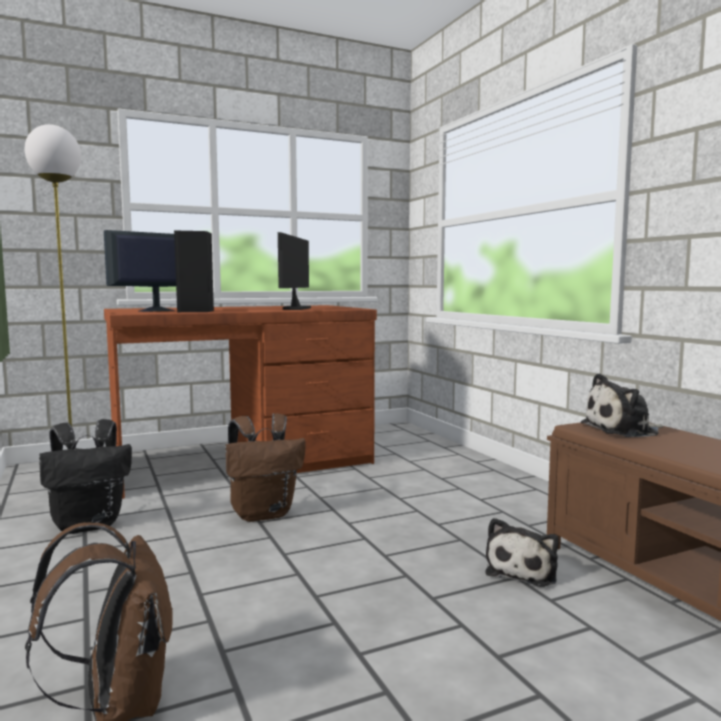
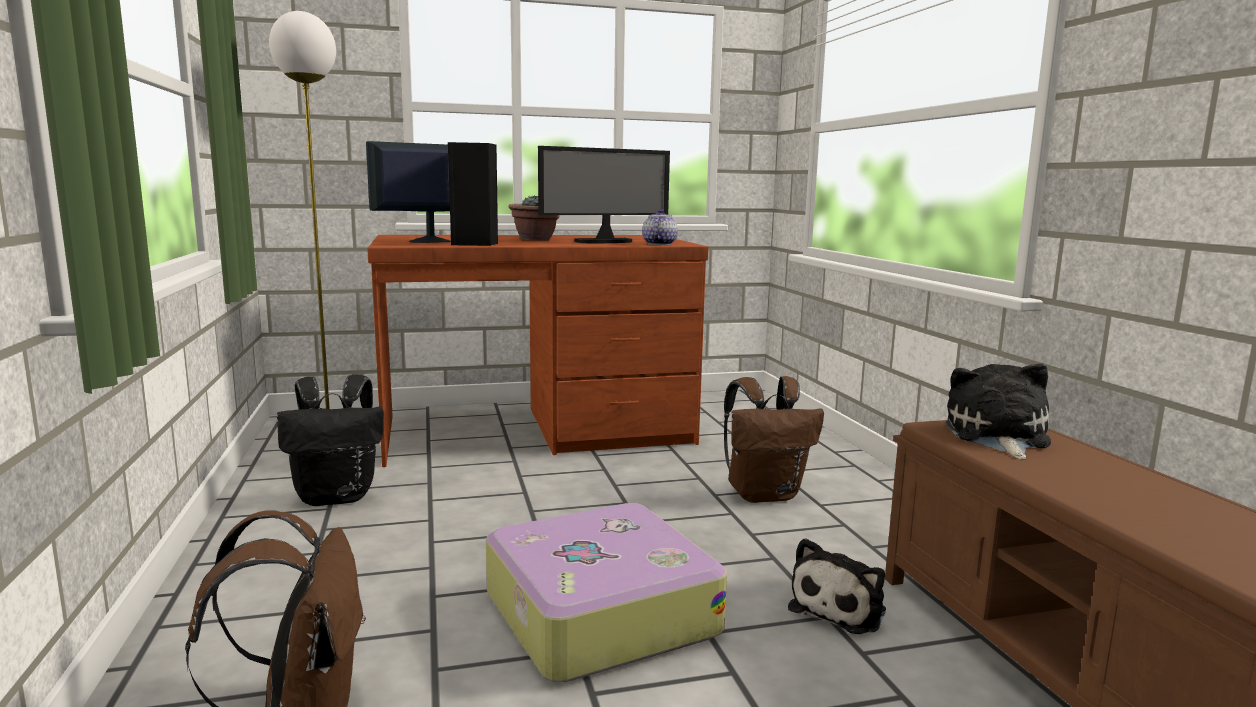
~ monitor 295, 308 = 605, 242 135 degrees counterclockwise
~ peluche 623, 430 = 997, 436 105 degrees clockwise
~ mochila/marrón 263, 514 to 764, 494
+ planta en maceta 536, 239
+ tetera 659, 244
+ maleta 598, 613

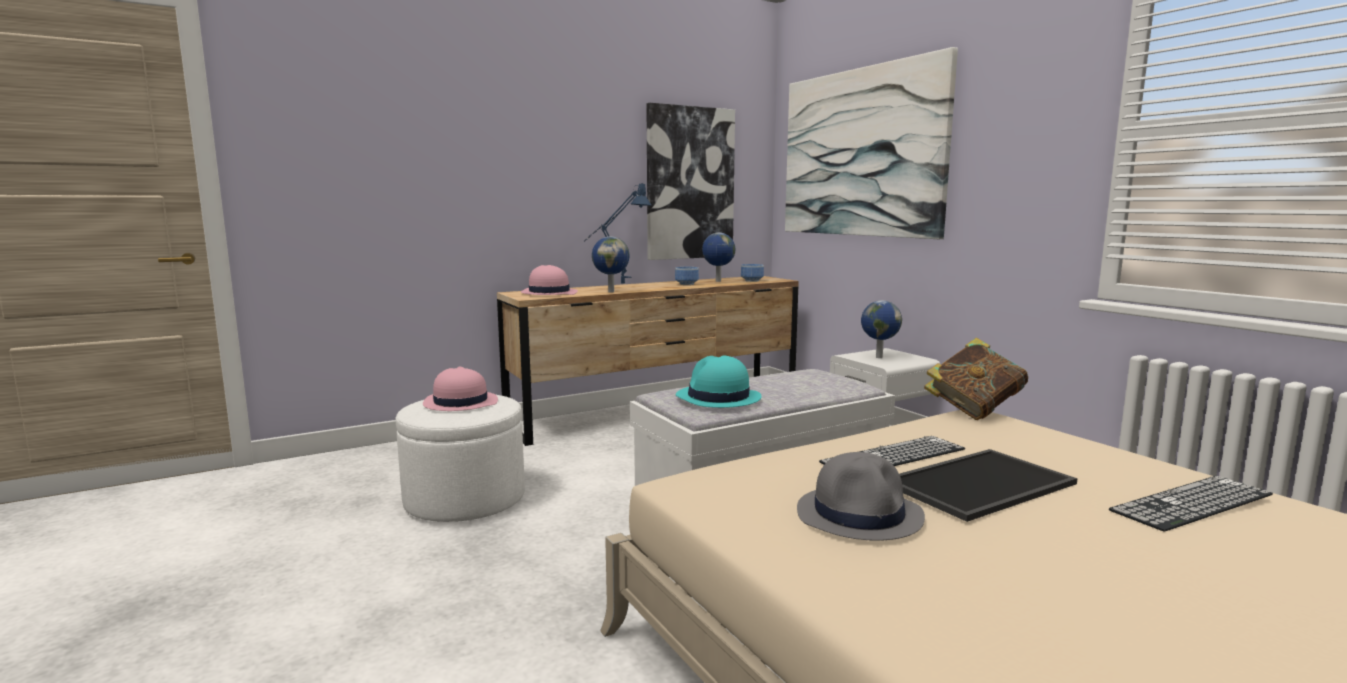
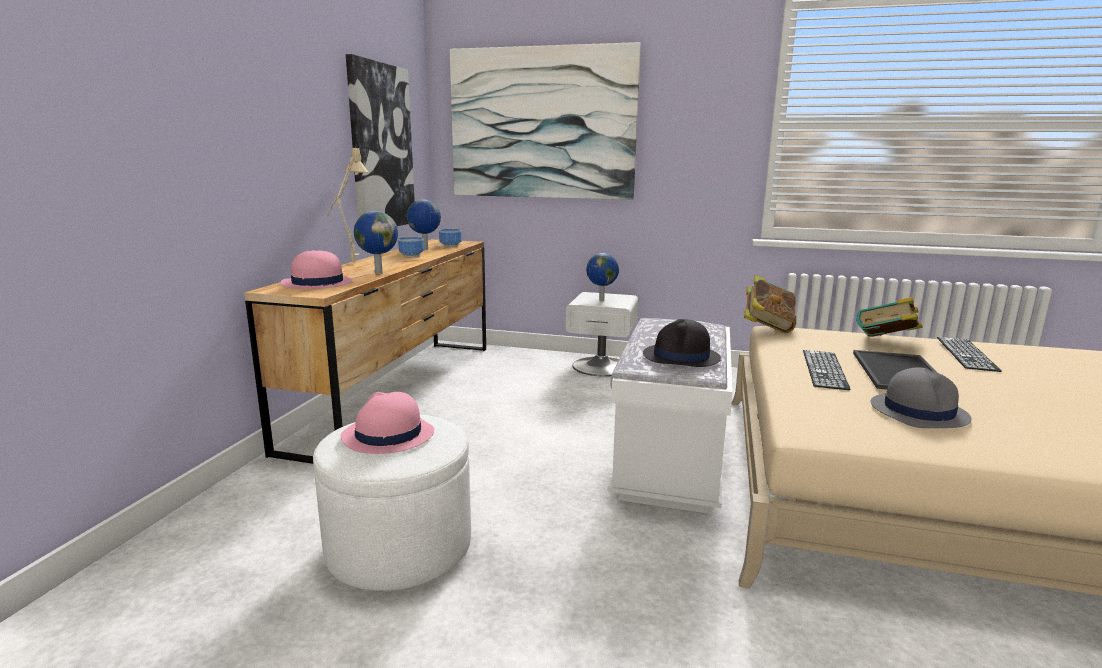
~ lámpara de mesa/azul 618, 285 to lámpara de mesa/beis 351, 265
~ sombrero/turquesa 717, 398 to sombrero/negro 681, 357
+ libro 886, 343

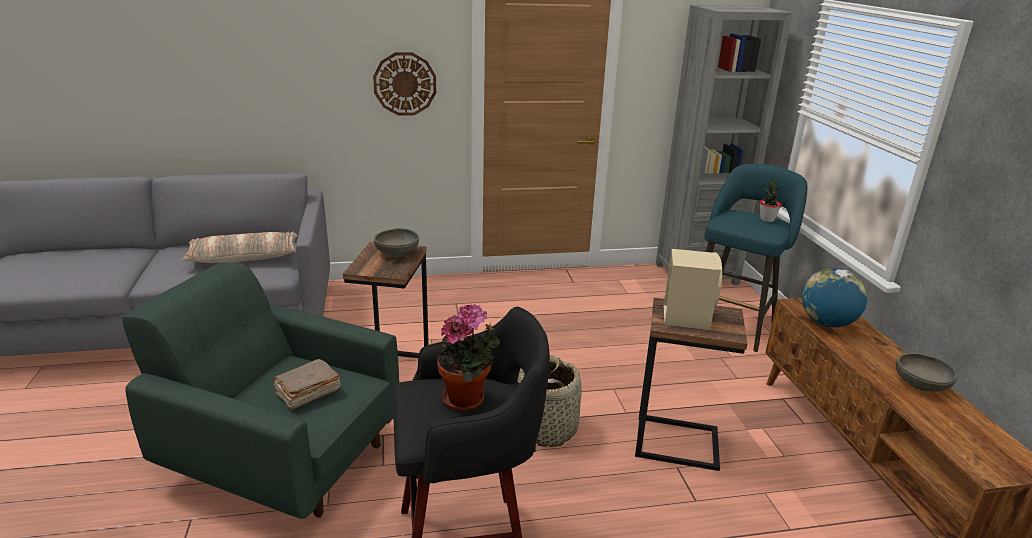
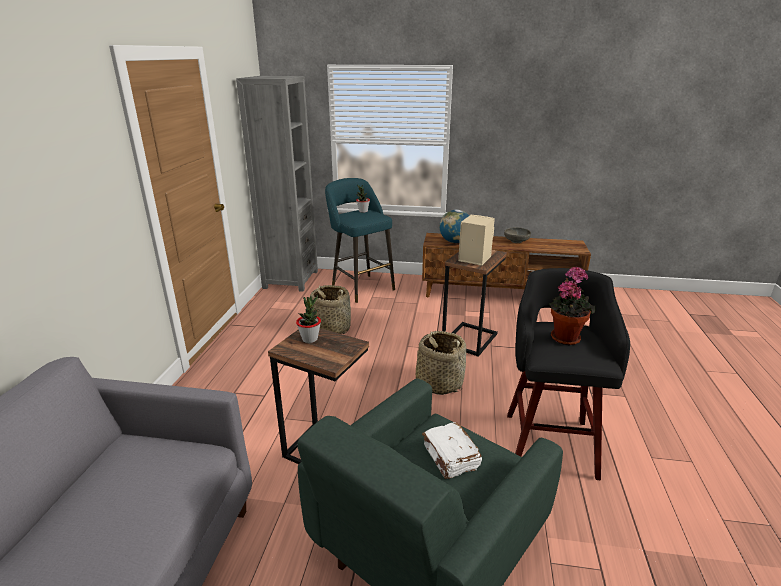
- reloj de pared 405, 84
~ cuenco/gris 397, 253 to planta en maceta 310, 339
- cojín 244, 257
~ libro/marrón 307, 393 to libro/blanco 450, 458
+ cesta 330, 328

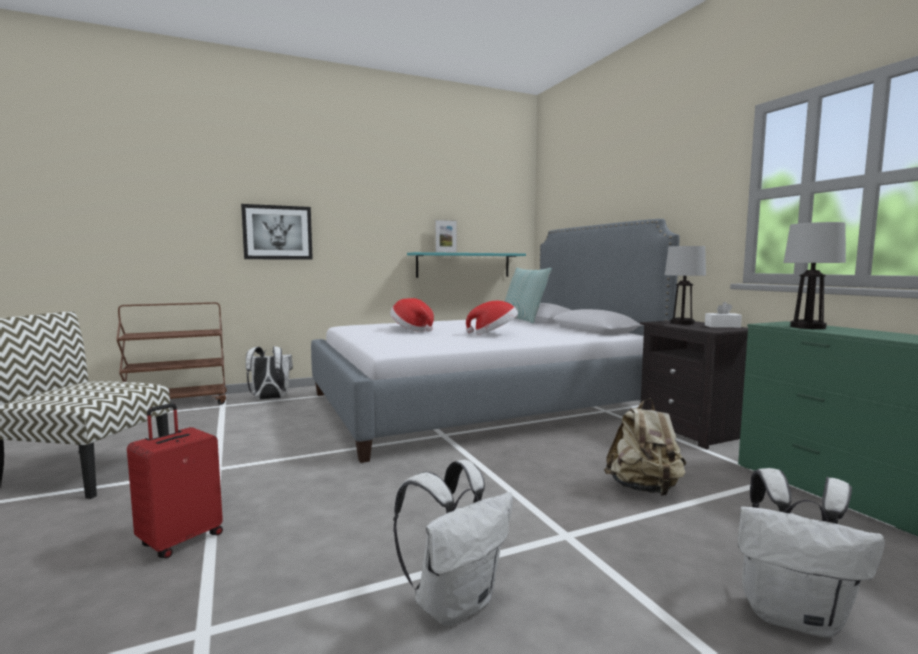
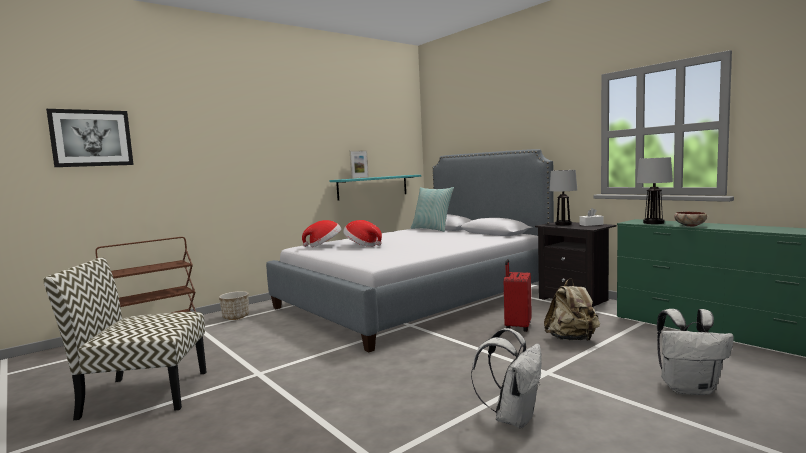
~ cuadro 277, 232 to 91, 138
~ sombrero 494, 334 to 324, 245
~ mochila/blanco 270, 399 to maceta 235, 317
~ maleta/rojo 180, 540 to 517, 327
+ cuenco 689, 226

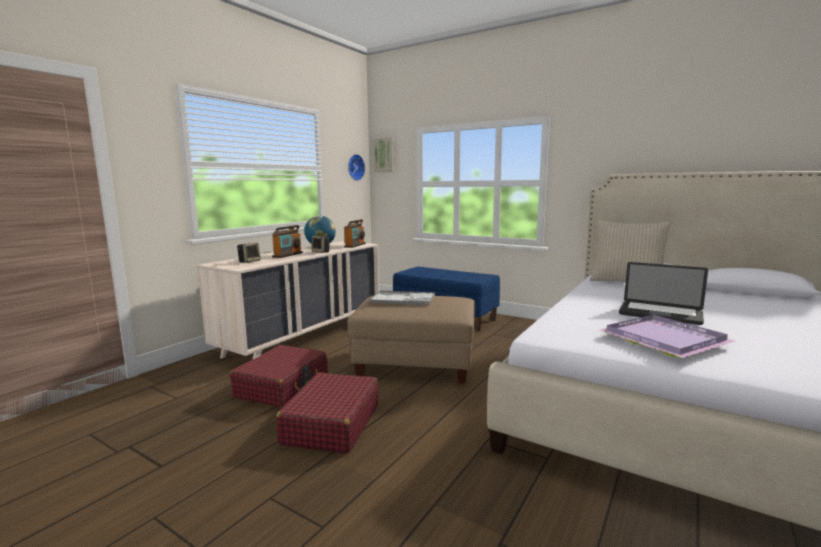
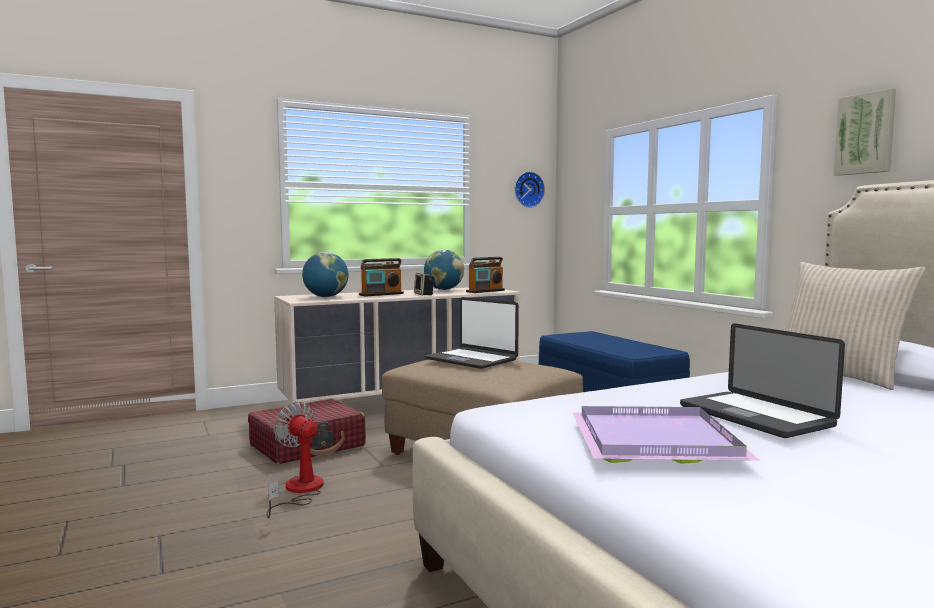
~ cuadro 384, 155 to 865, 134
~ altavoz 249, 261 to globo terráqueo 326, 297
~ bandeja 403, 299 to portátil 472, 359
~ maleta/rojo 331, 424 to ventilador 299, 491

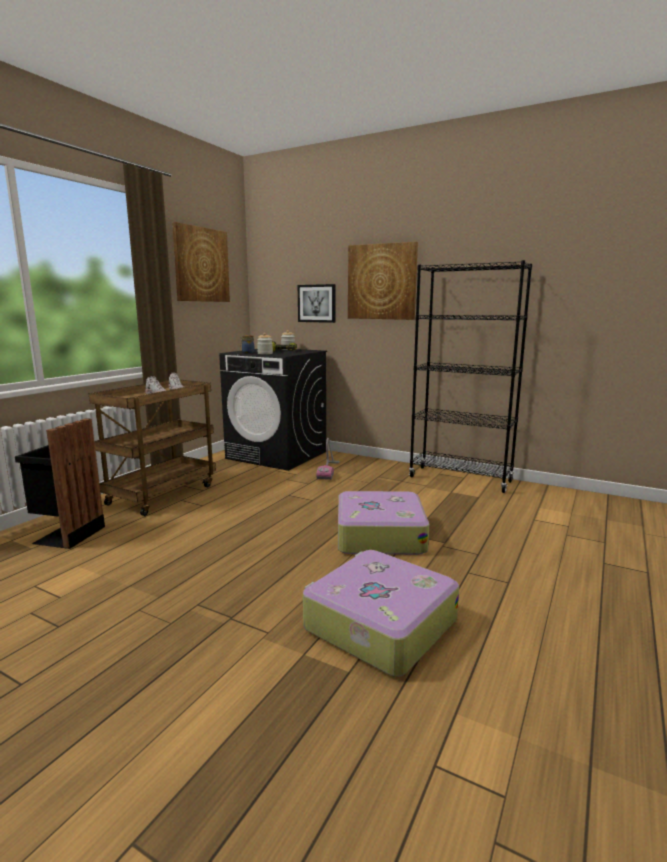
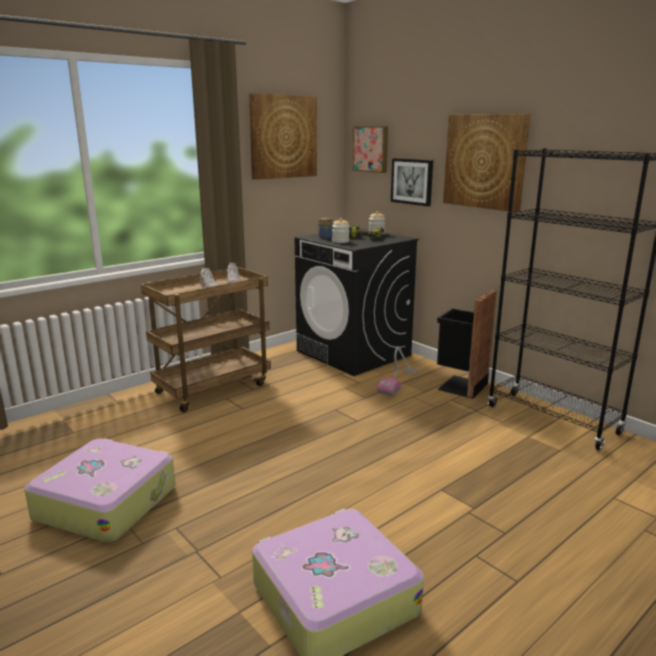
~ papelera/negro 66, 534 to 460, 386
~ maleta 379, 535 to 106, 502
+ cuadro 371, 149

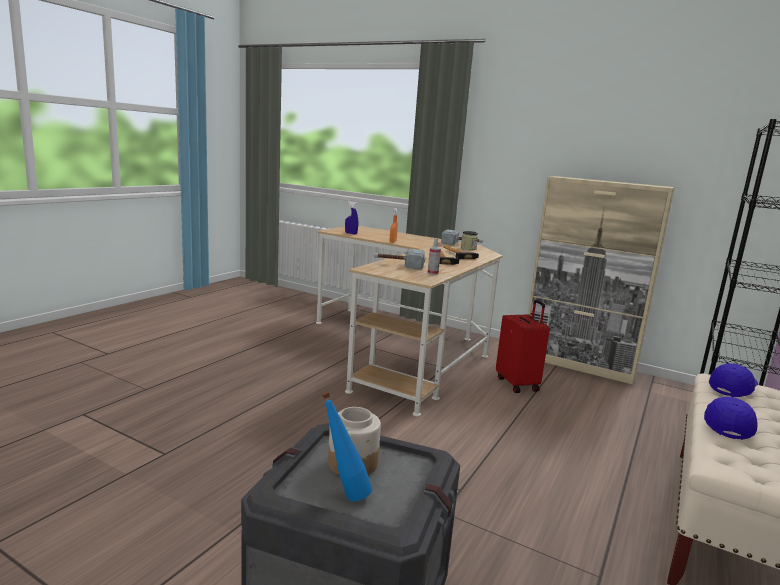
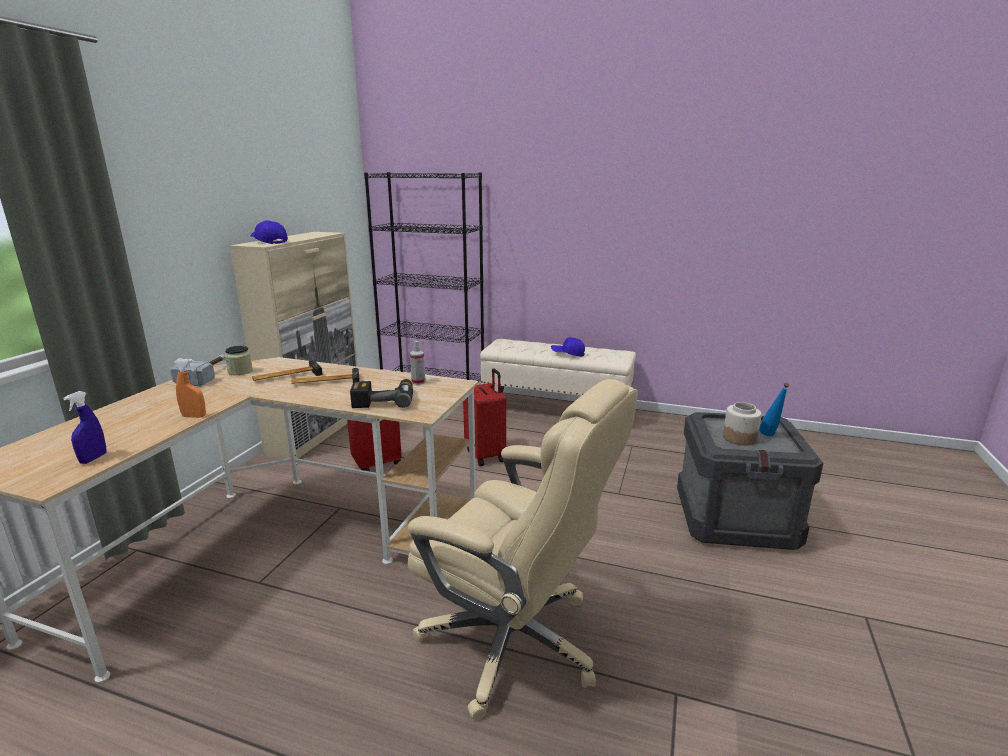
~ martillo 398, 265 to taladro 384, 400
~ gorra/azul 732, 388 to 269, 242
+ maleta/rojo 486, 455
+ silla de oficina/beis 515, 641

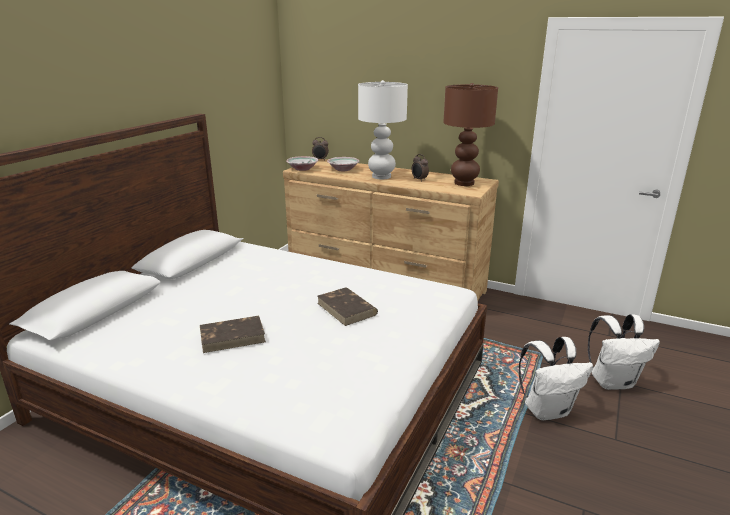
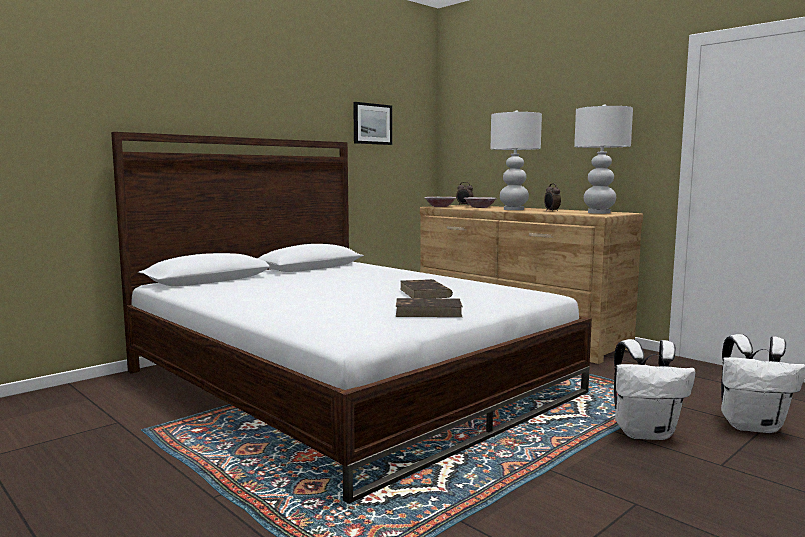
~ lámpara de mesa/marrón 464, 183 to lámpara de mesa/blanco 599, 213
~ libro/marrón 233, 336 to 429, 311
+ cuadro 372, 124

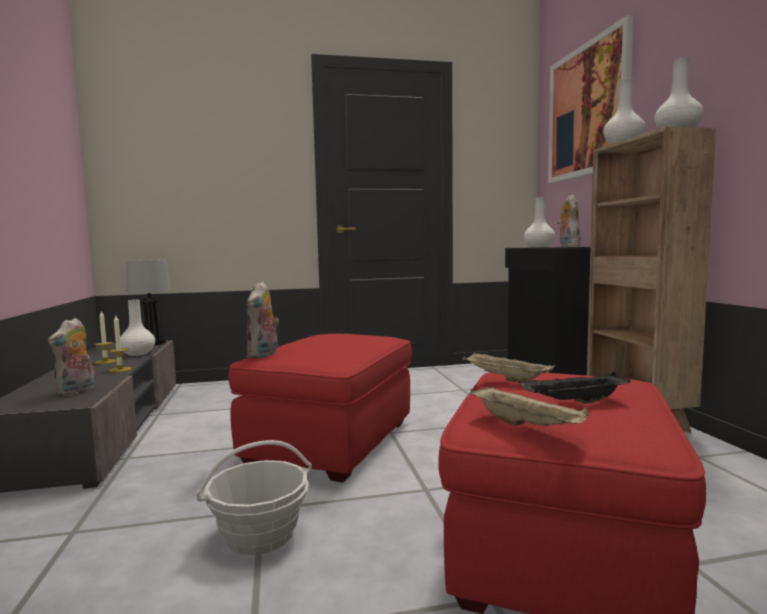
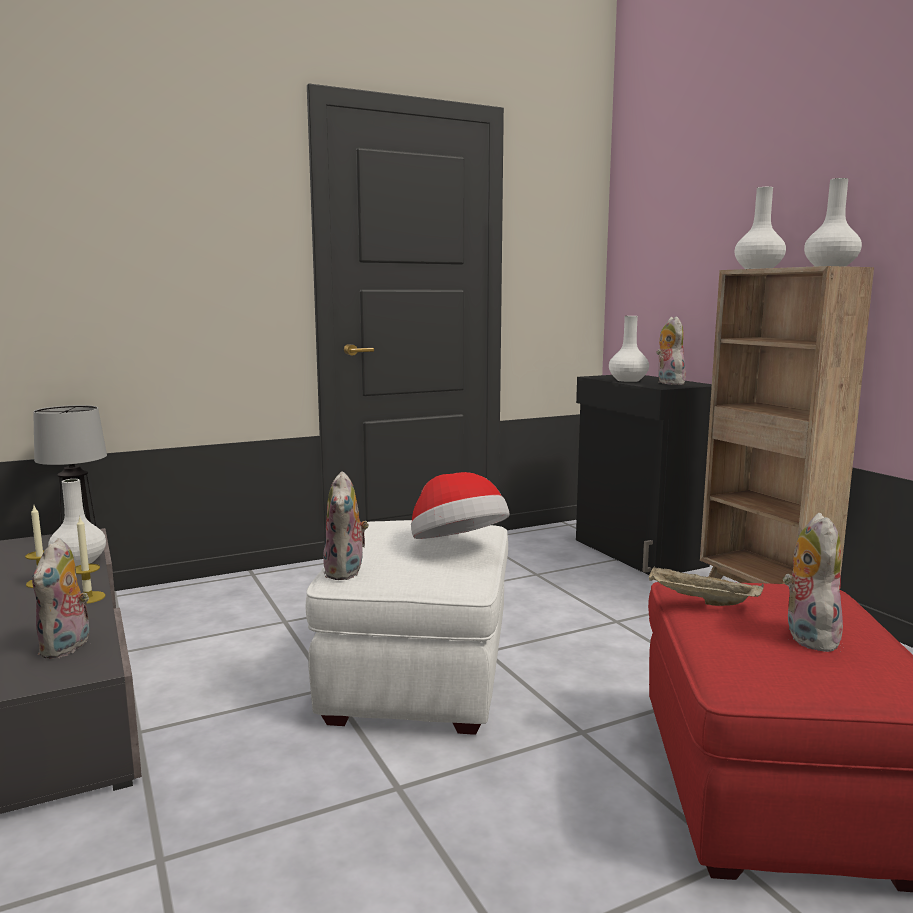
- cuadro 587, 110
~ puf/rojo 332, 442 to puf/blanco 419, 674
~ bandeja/negro 574, 403 to peluche 806, 636
- bandeja/beis 527, 425
- cesta 260, 535
+ sombrero 457, 547

